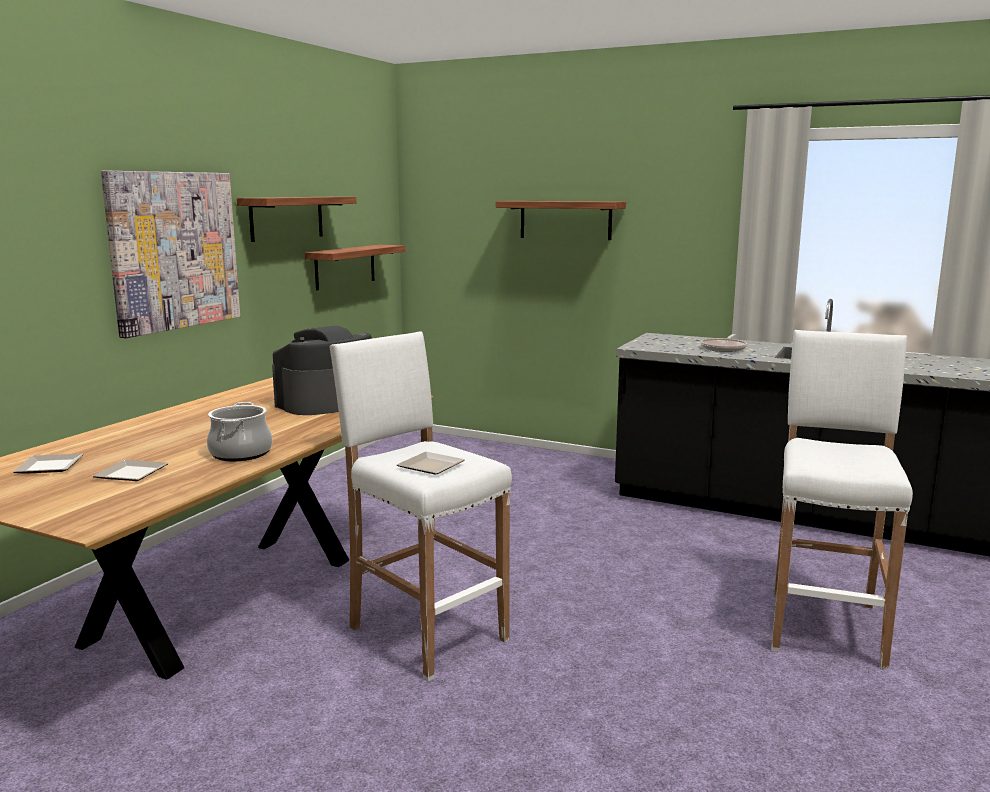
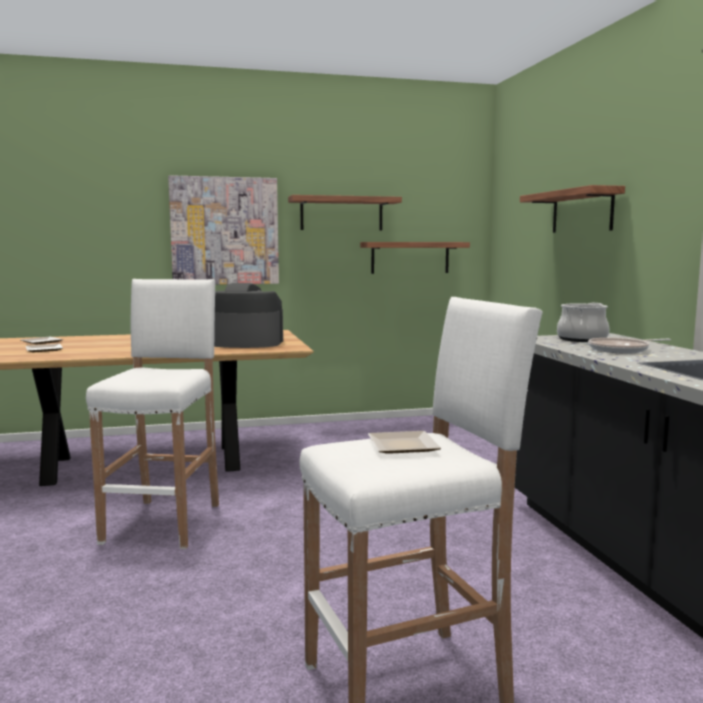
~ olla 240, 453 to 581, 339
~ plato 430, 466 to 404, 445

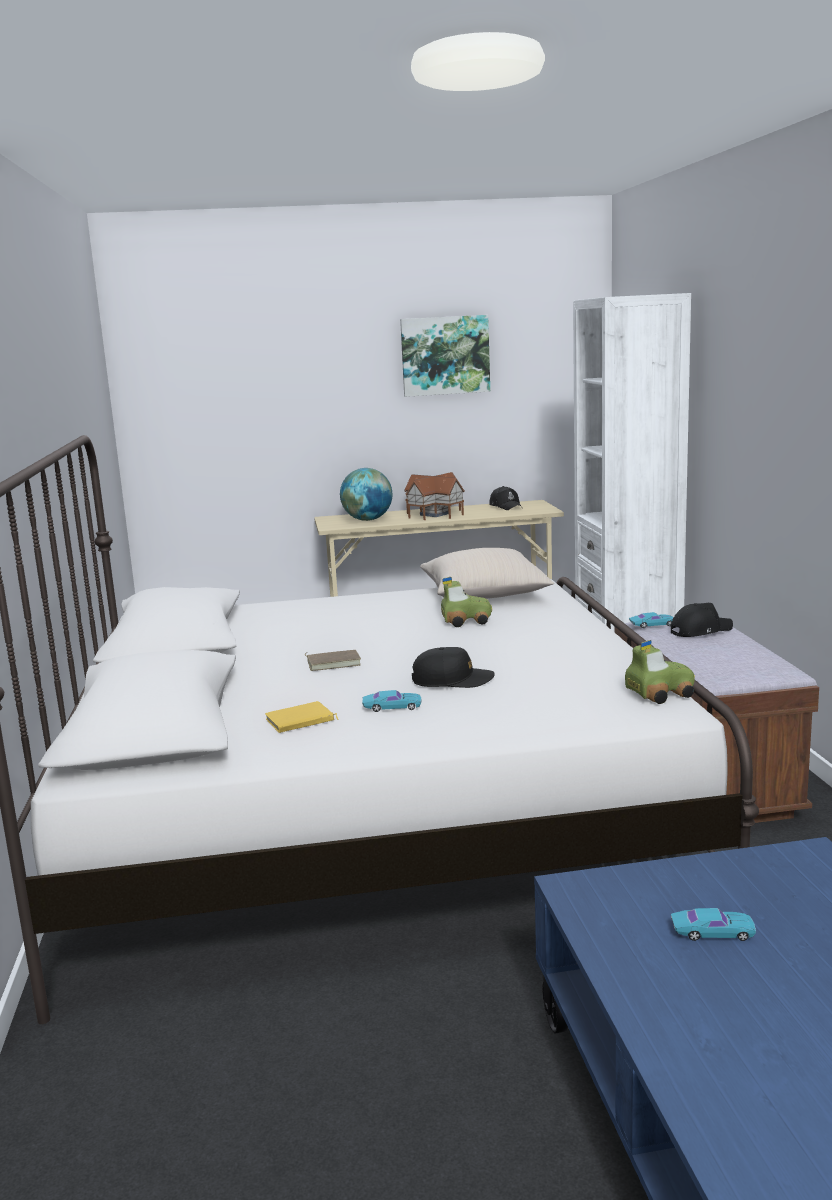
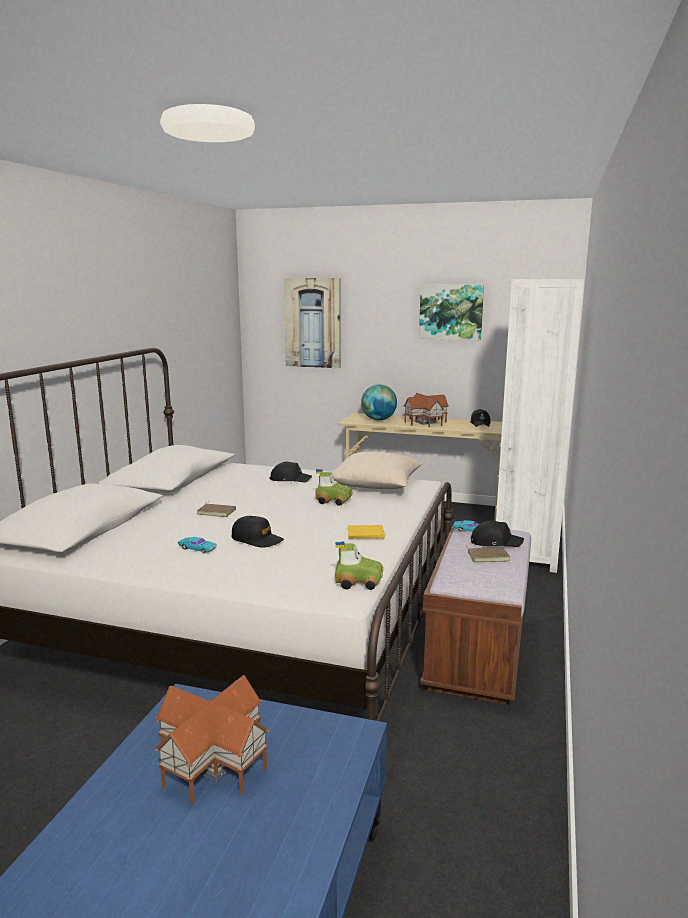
~ libro/amarillo 300, 722 to 365, 535
~ coche de juguete/turquesa 712, 931 to casita 213, 760
+ cuadro 313, 323
+ gorra/negro 290, 479
+ libro/marrón 488, 556

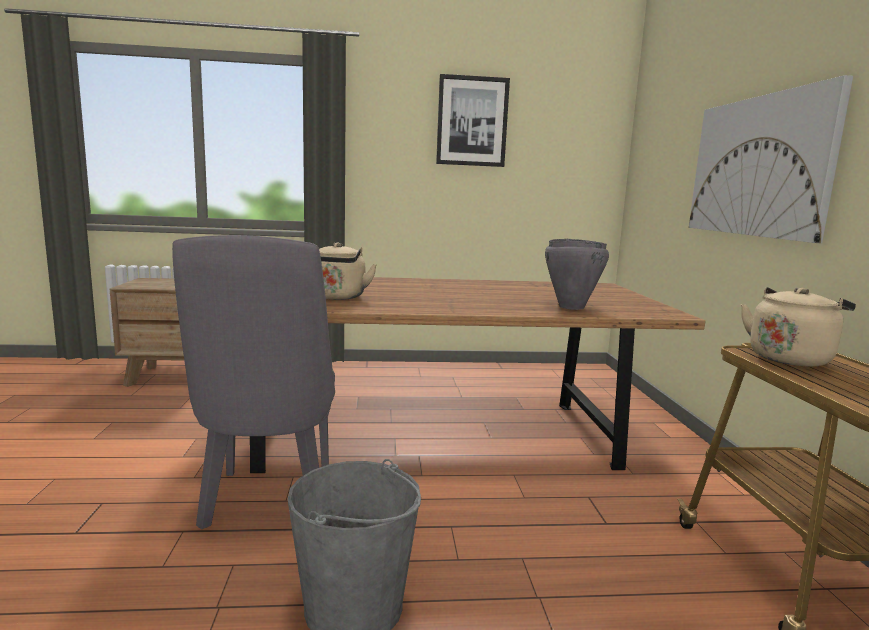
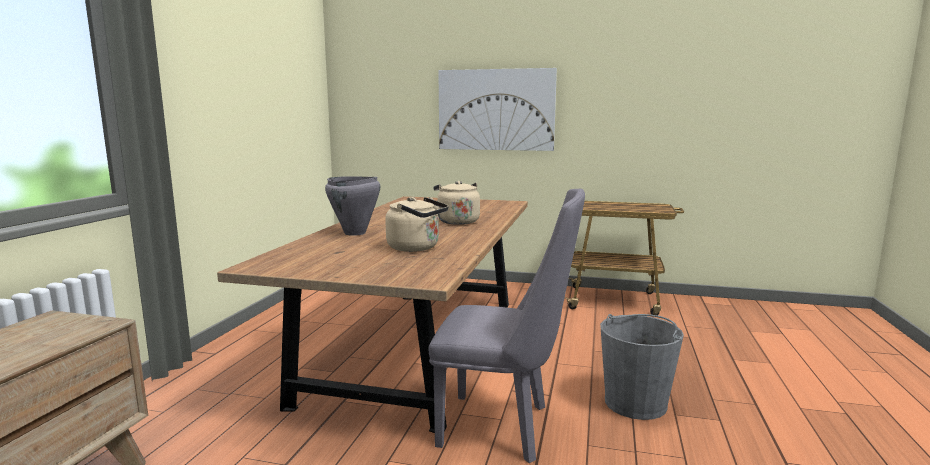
- cuadro 472, 121
~ olla/gris 571, 307 to 355, 233
~ hervidor/beis 790, 358 to 457, 221

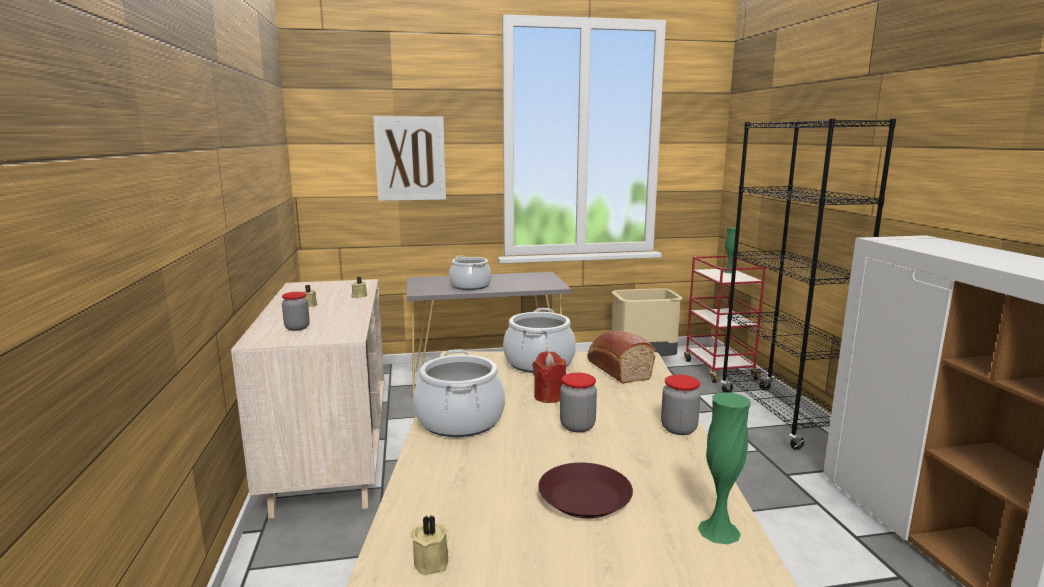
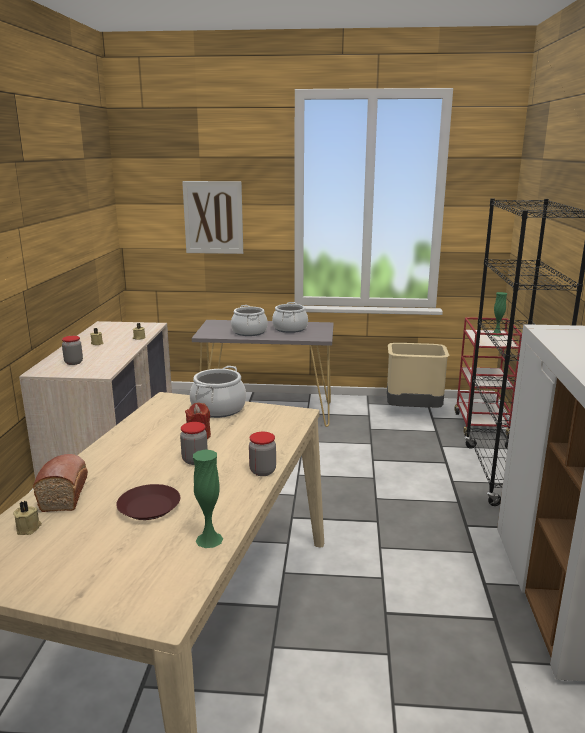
~ pan 616, 369 to 65, 492
~ olla 459, 421 to 290, 329

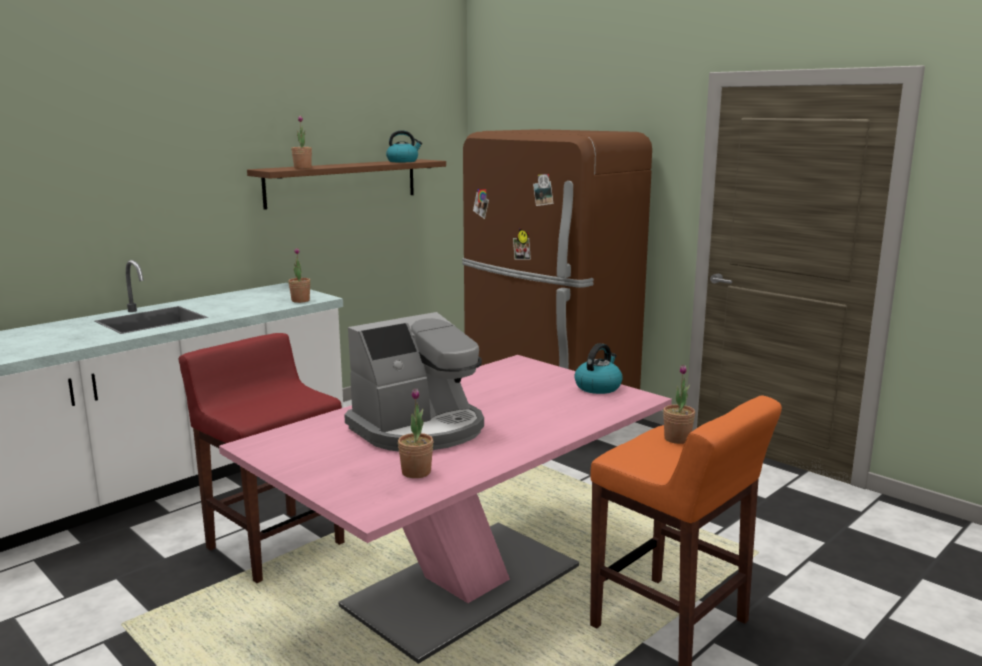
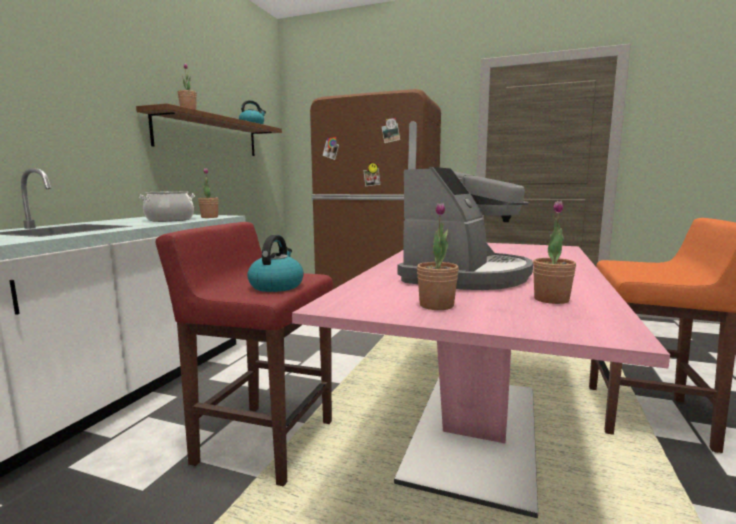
~ hervidor 598, 387 to 276, 286
~ planta en maceta 677, 439 to 436, 305
+ olla 169, 220

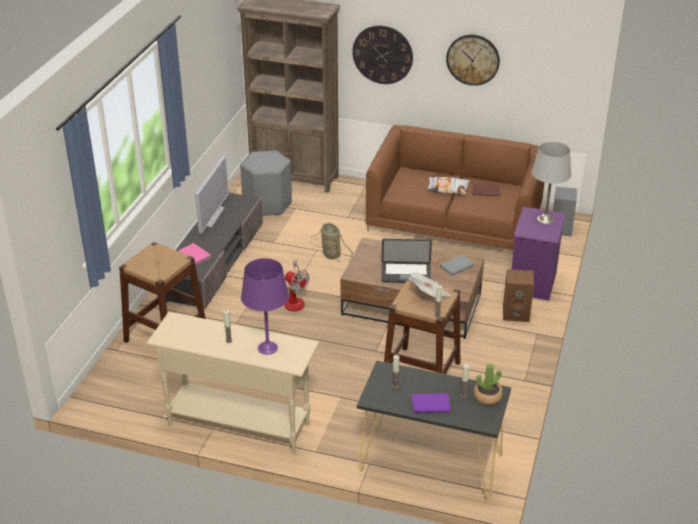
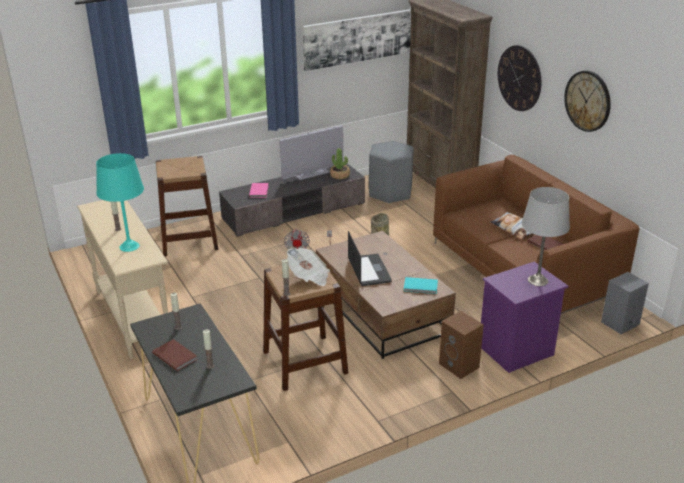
~ portátil 406, 274 = 369, 271 150 degrees counterclockwise
~ libro/gris 457, 266 to libro/turquesa 421, 287
~ lámpara de mesa/morado 267, 348 to lámpara de mesa/turquesa 129, 246
~ planta en maceta 487, 396 to 340, 175
~ libro/morado 430, 404 to libro/marrón 175, 356
+ cuadro 361, 38

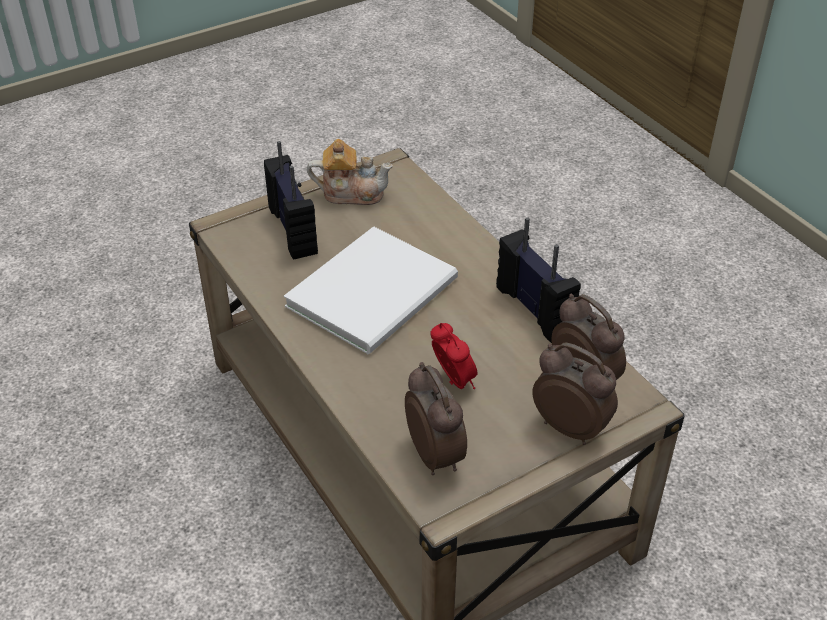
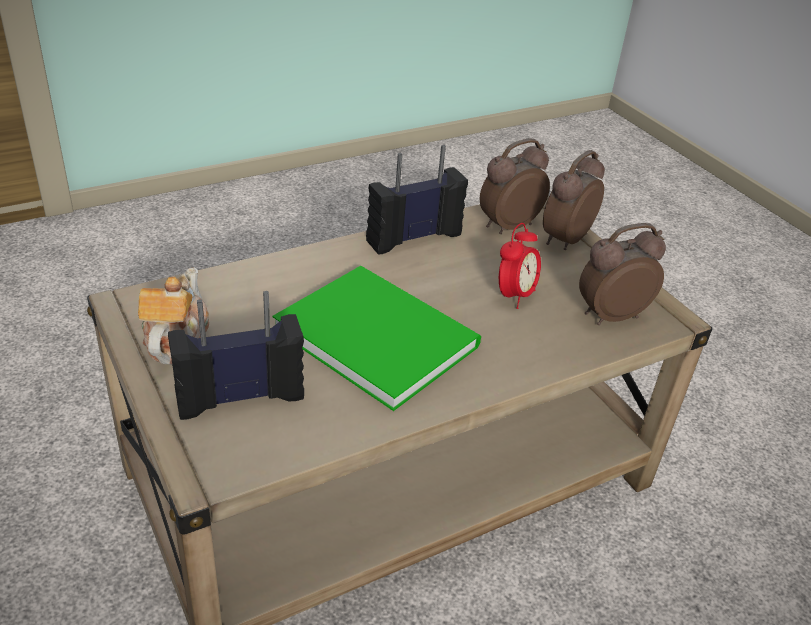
~ libro/blanco 378, 292 to libro/verde 375, 333
~ despertador 453, 382 = 514, 295 150 degrees clockwise

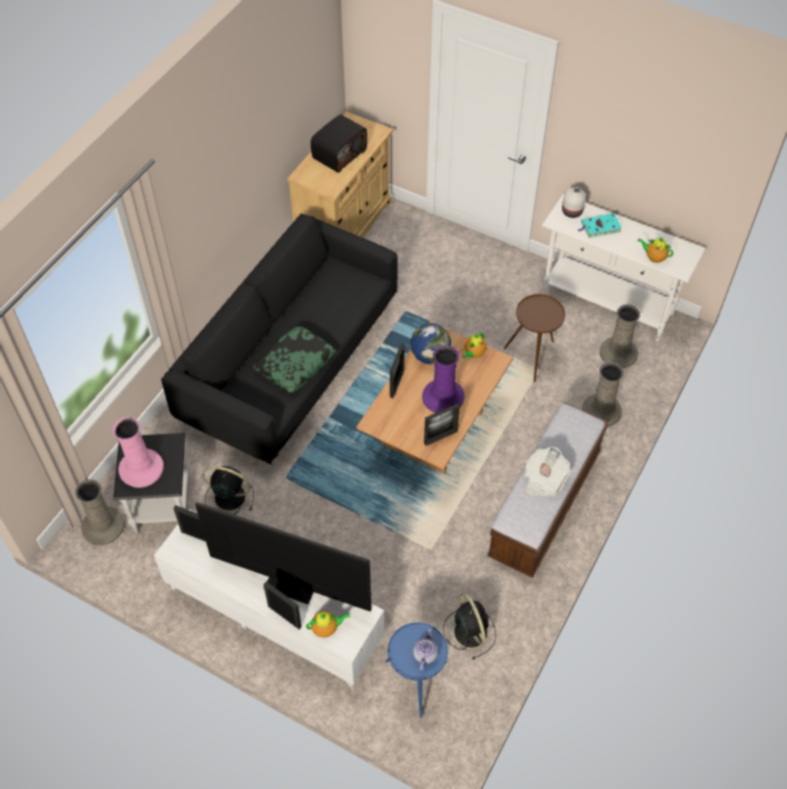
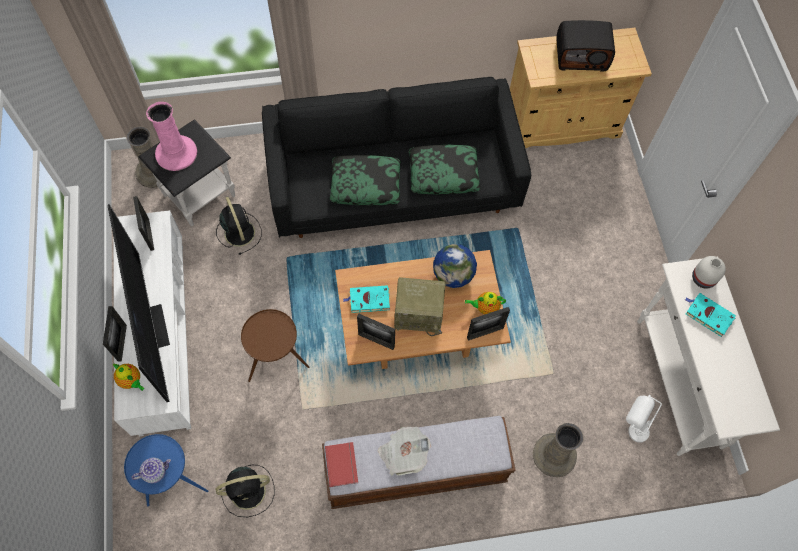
- tetera 654, 257
~ mesa auxiliar/marrón 533, 356 to 278, 362
~ florero/beis 618, 353 to lámpara de mesa/blanco 631, 429
~ portarretratos 397, 384 to 485, 333
~ florero/morado 443, 396 to radio 419, 314
~ ventilador/negro 469, 630 = 249, 491 45 degrees clockwise
+ cojín 443, 174
+ libro/turquesa 368, 300
+ libro/rojo 343, 464

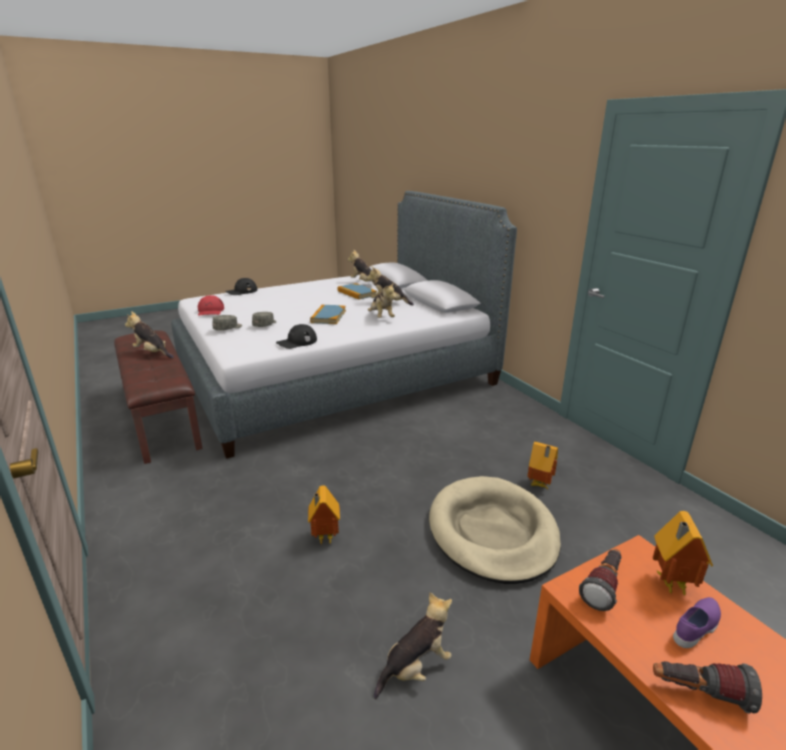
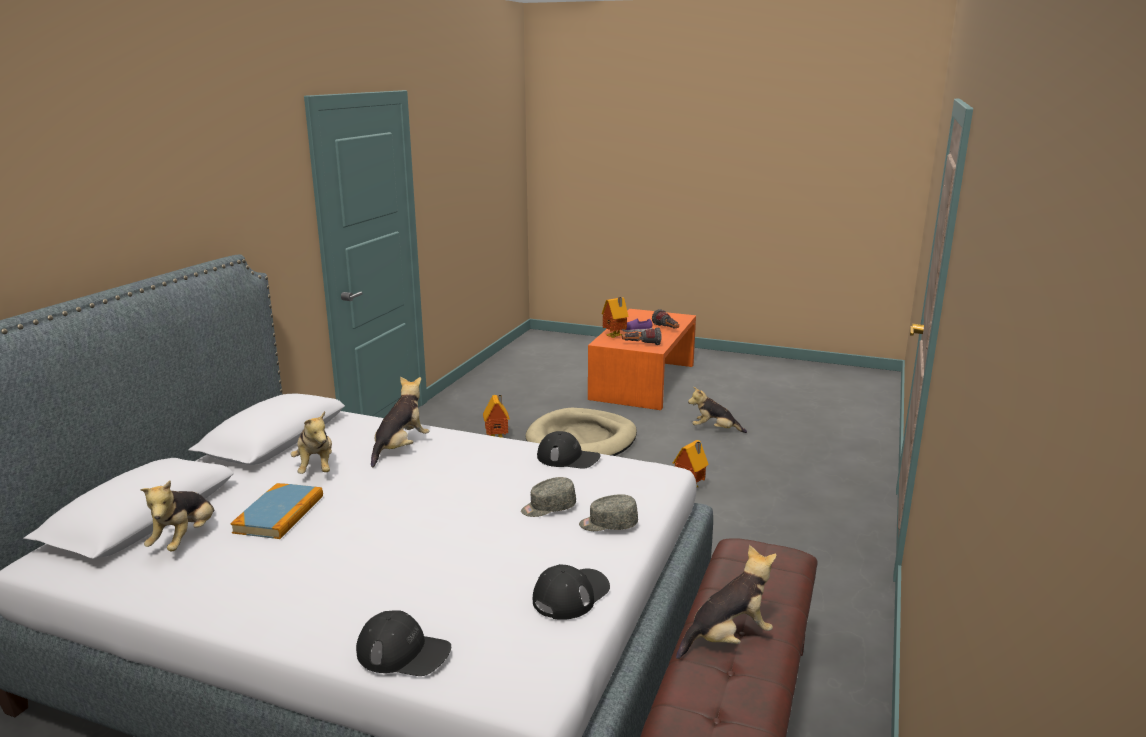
~ gorra/rojo 210, 311 to gorra/negro 571, 595
- libro 328, 316
~ peluche 152, 353 = 728, 638 105 degrees counterclockwise

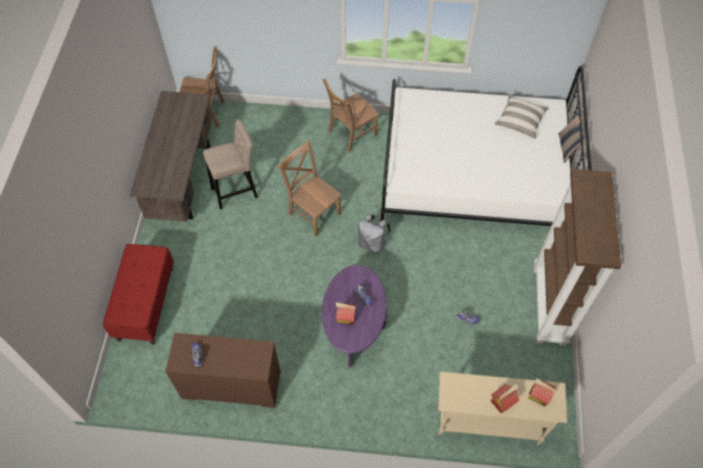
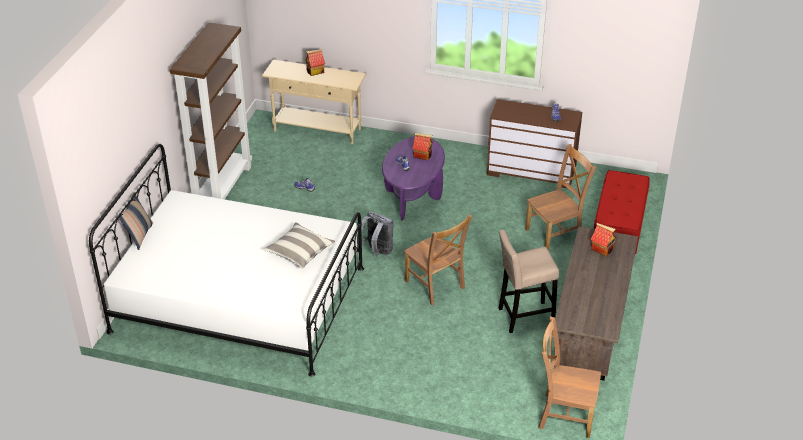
~ silla/marrón 351, 134 to 555, 233
~ cojín 520, 121 to 300, 252
~ casita 538, 395 to 602, 248

